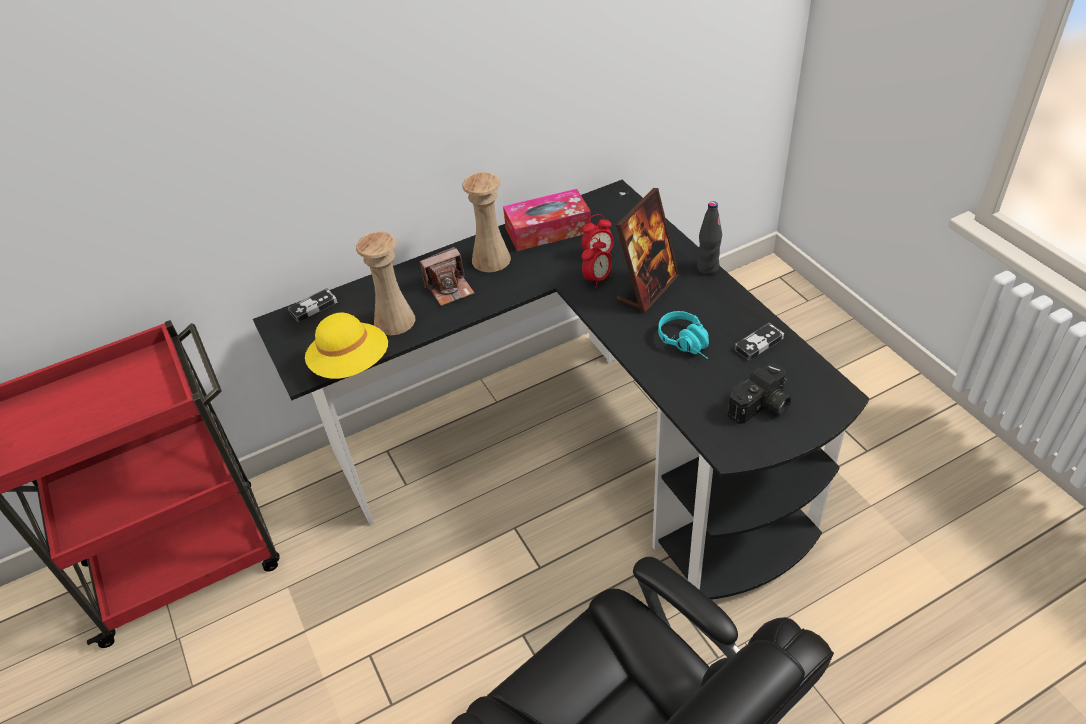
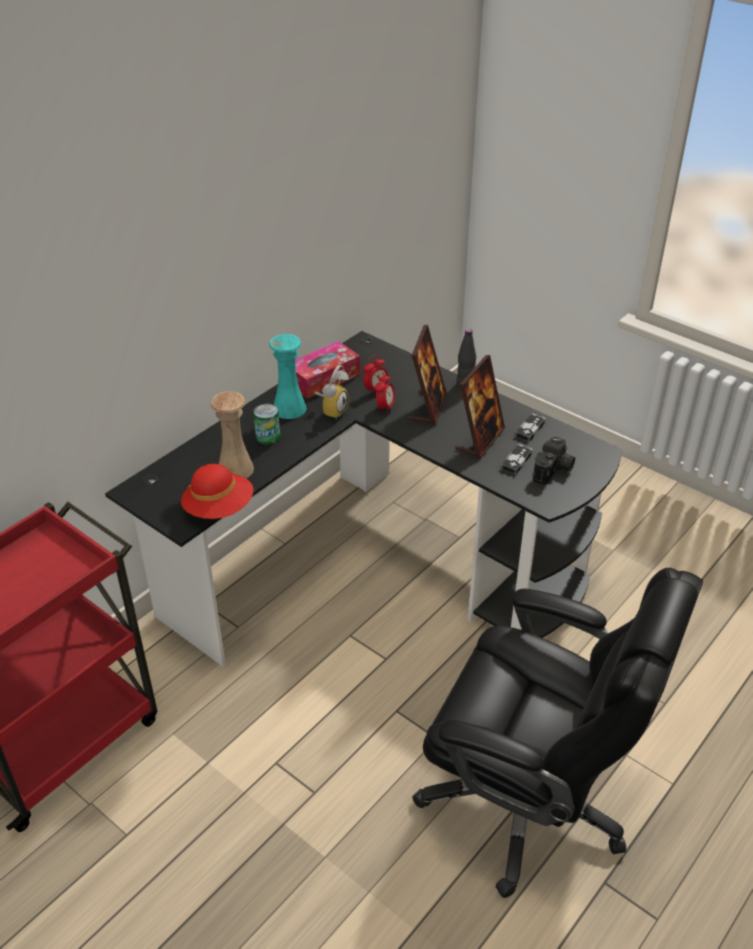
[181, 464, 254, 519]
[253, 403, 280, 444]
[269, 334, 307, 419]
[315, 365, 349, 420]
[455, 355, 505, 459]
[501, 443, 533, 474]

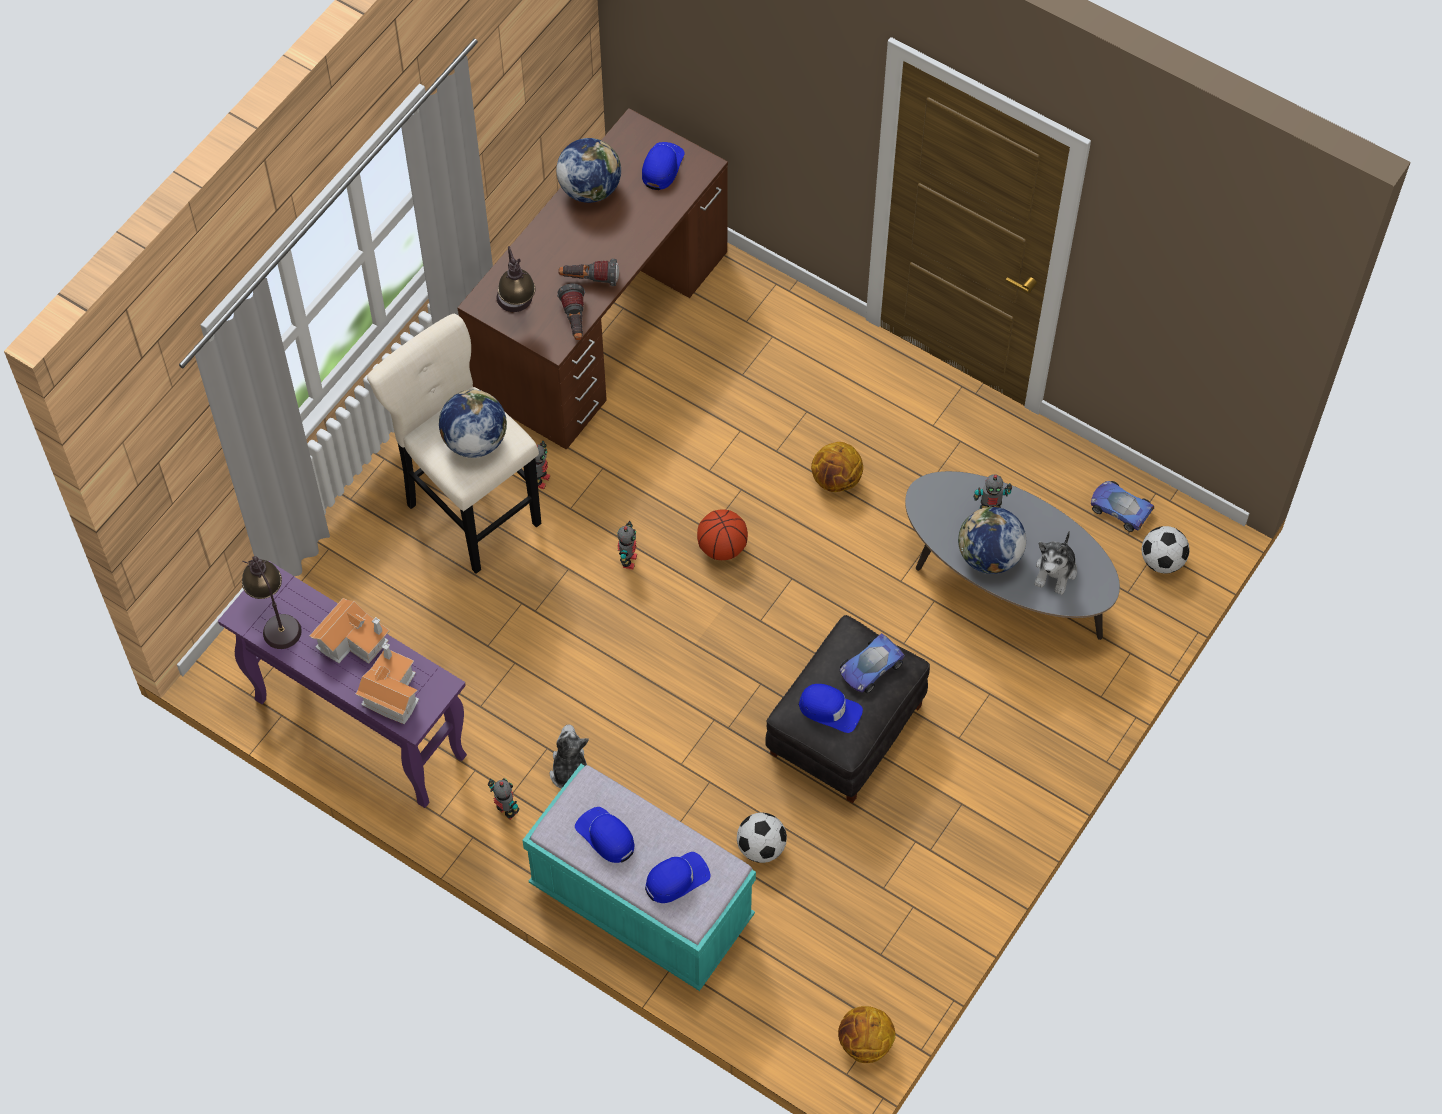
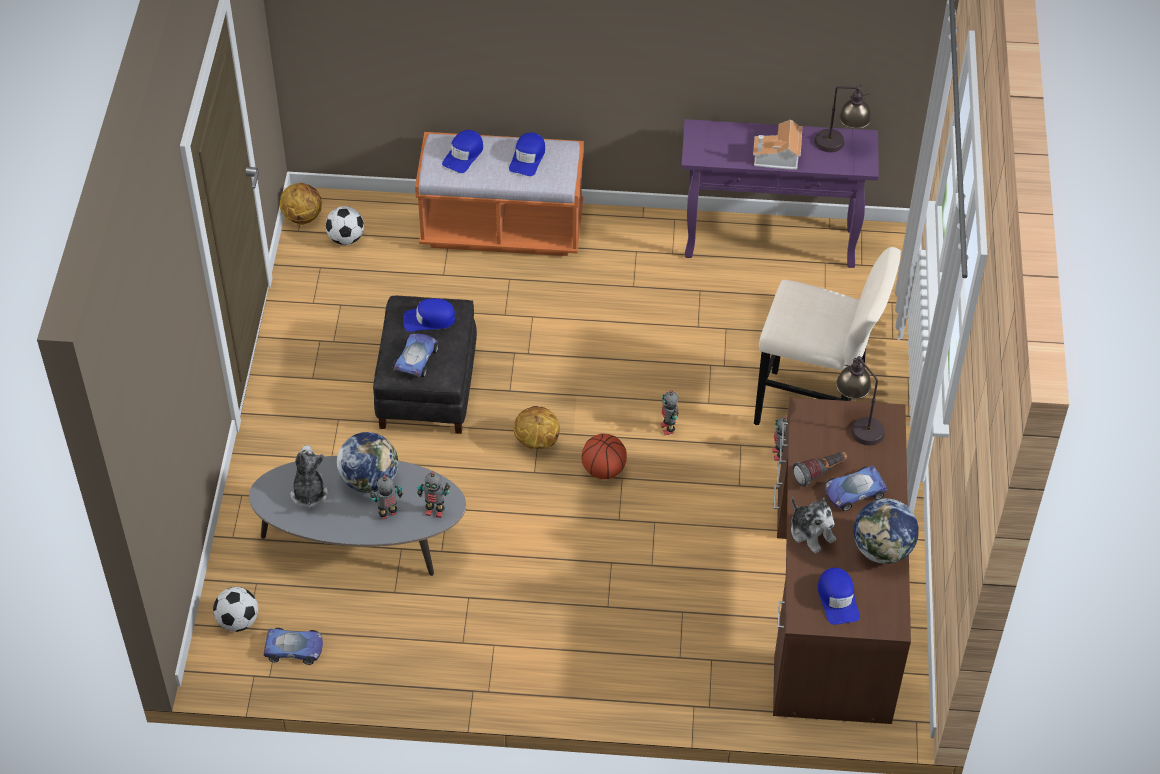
[325, 206, 364, 245]
[415, 132, 584, 256]
[417, 471, 450, 518]
[509, 132, 545, 176]
[514, 406, 560, 449]
[791, 497, 836, 553]
[825, 466, 888, 511]
[356, 643, 419, 724] (first image)
[439, 390, 507, 458] (first image)
[557, 283, 585, 340] (first image)

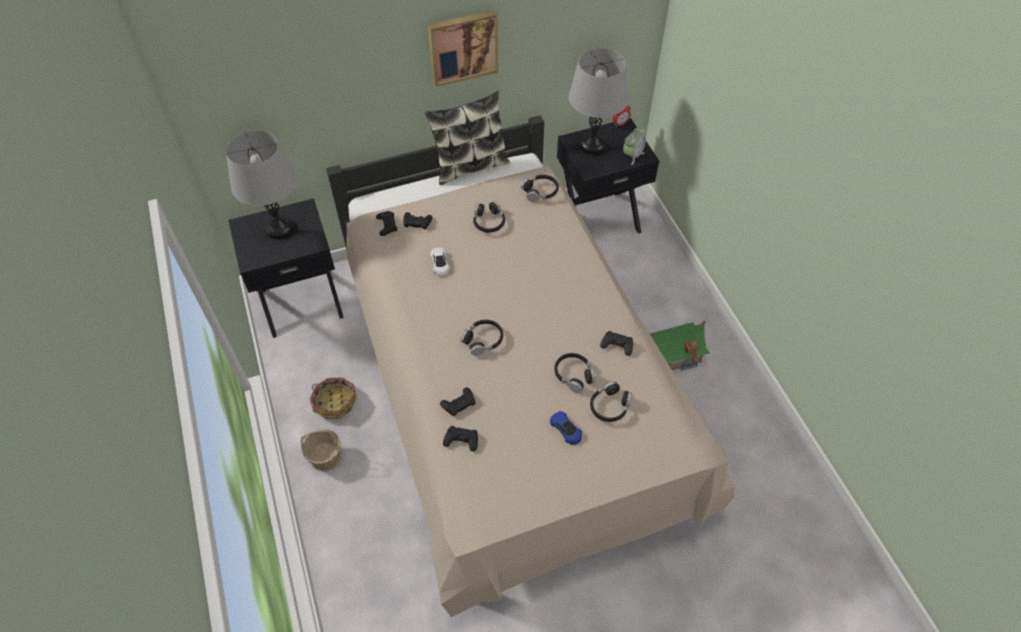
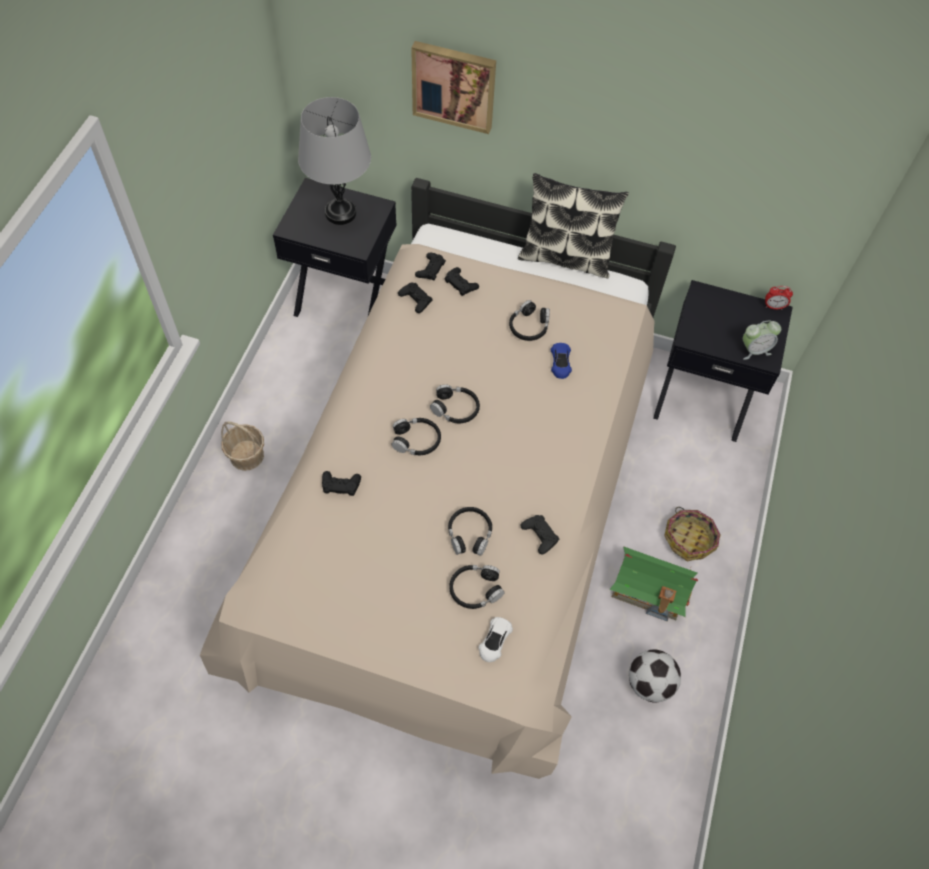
[398, 283, 433, 313]
[411, 41, 496, 134]
[430, 384, 480, 423]
[478, 617, 513, 662]
[551, 343, 572, 379]
[629, 650, 681, 703]
[664, 507, 720, 561]
[569, 48, 628, 155] (first image)

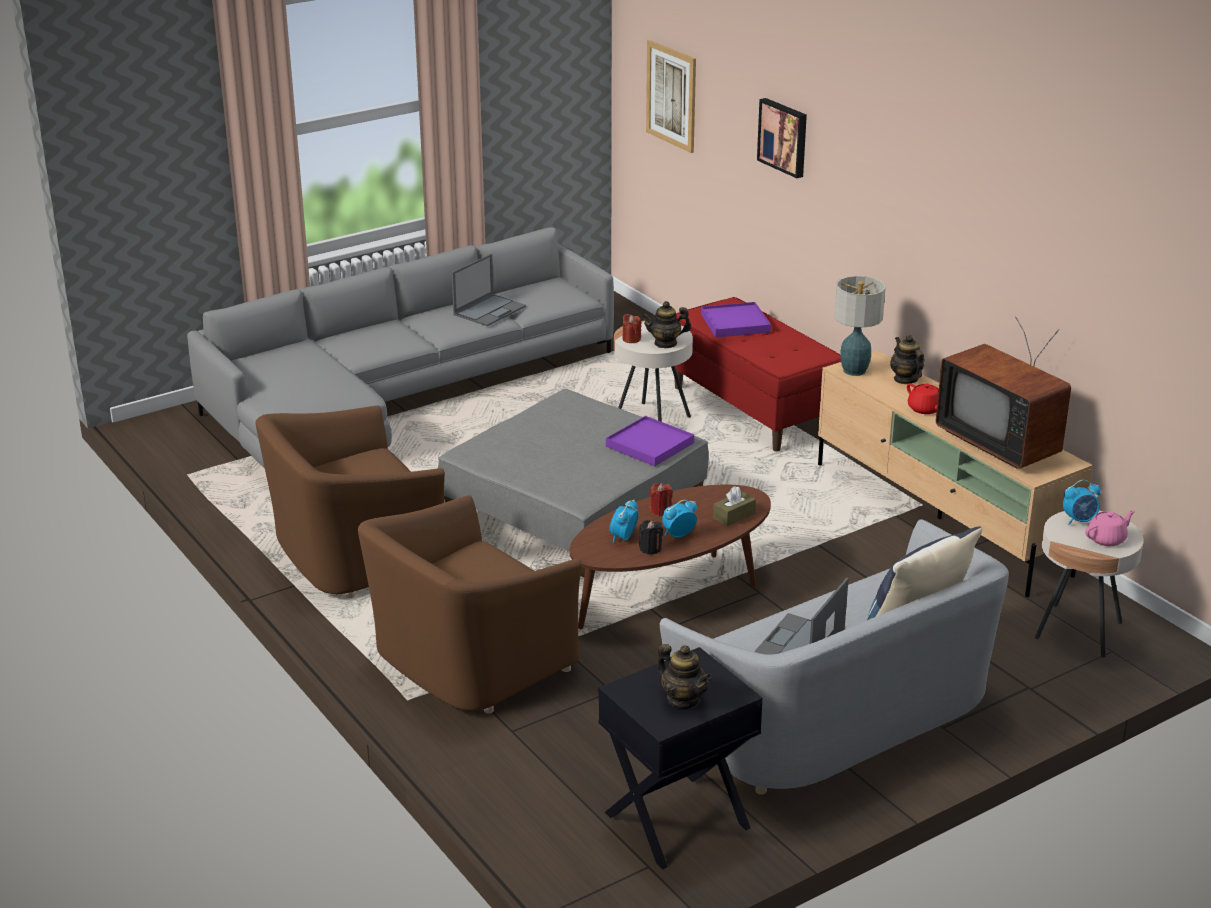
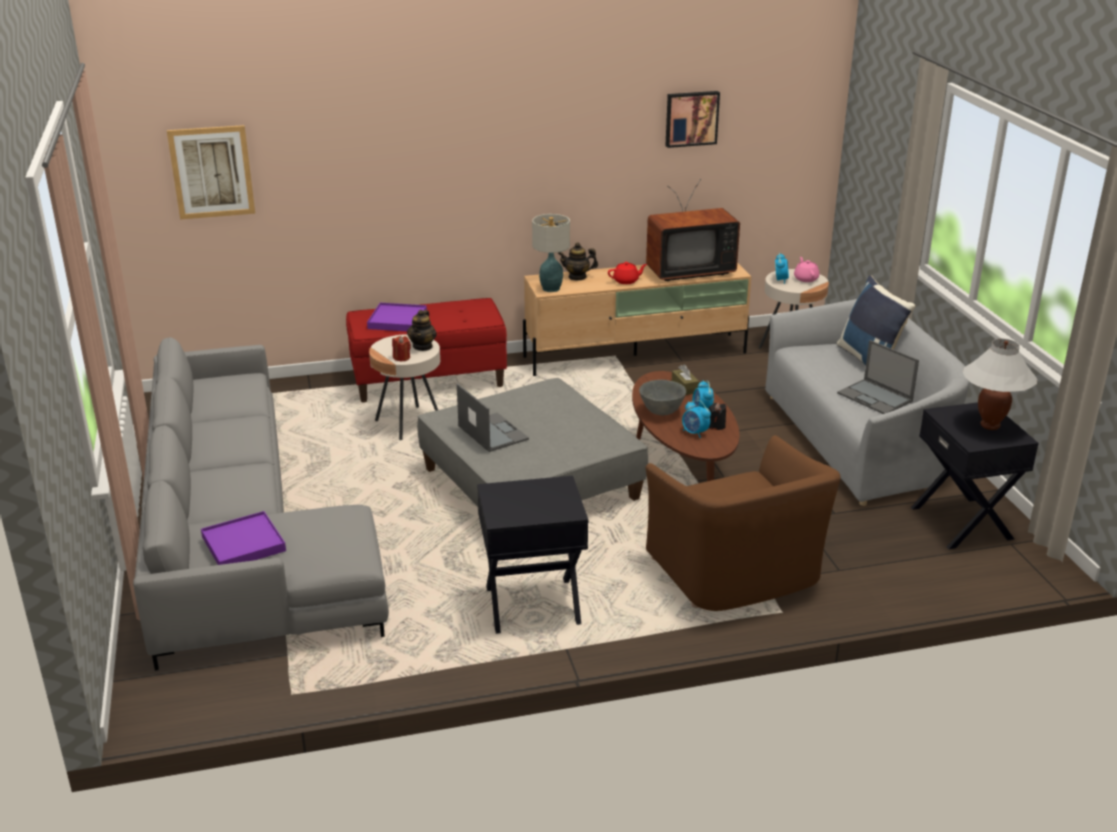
[201, 511, 286, 565]
[457, 384, 529, 452]
[477, 476, 588, 634]
[639, 380, 686, 415]
[665, 91, 720, 148]
[963, 339, 1037, 430]

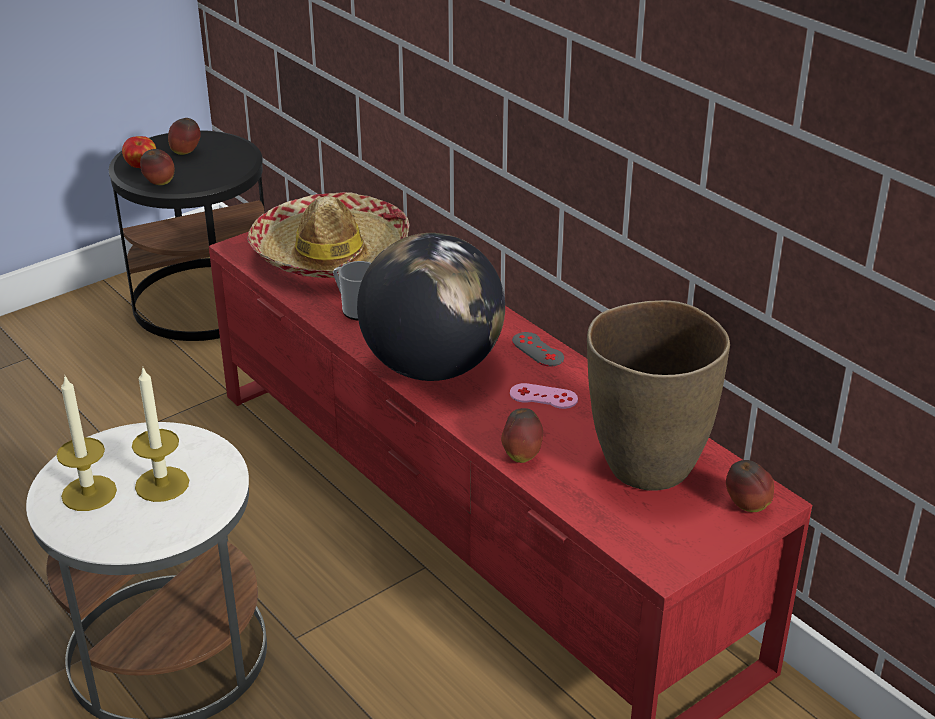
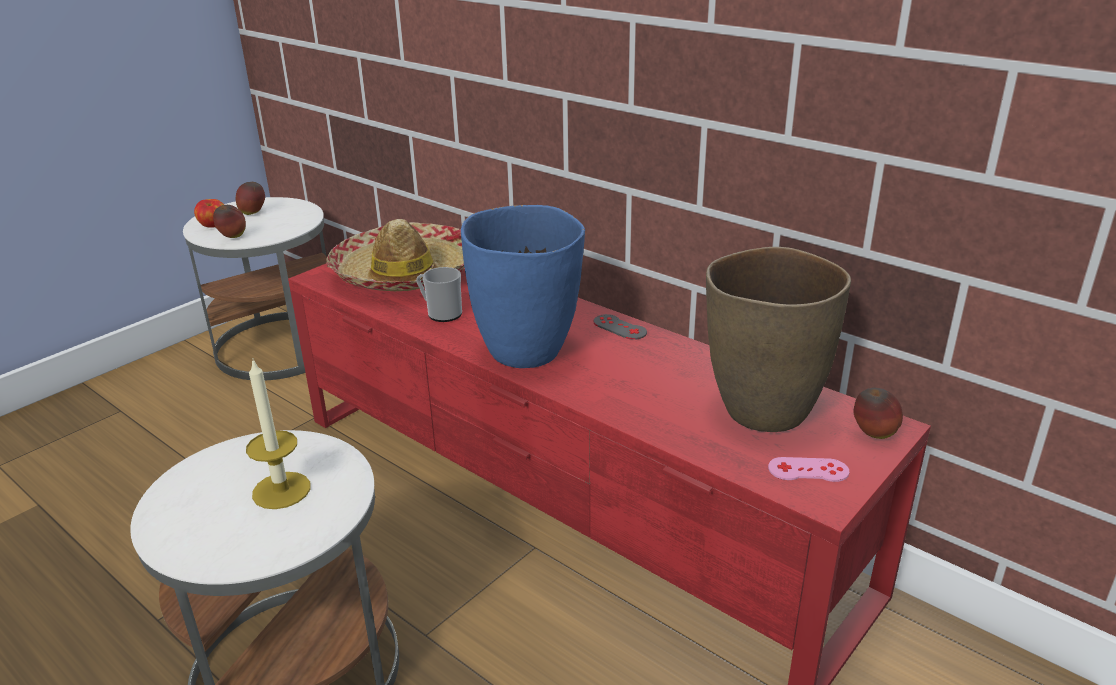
[183, 197, 327, 380]
[461, 205, 585, 368]
[768, 457, 850, 482]
[57, 374, 117, 511] (first image)
[501, 408, 543, 463] (first image)

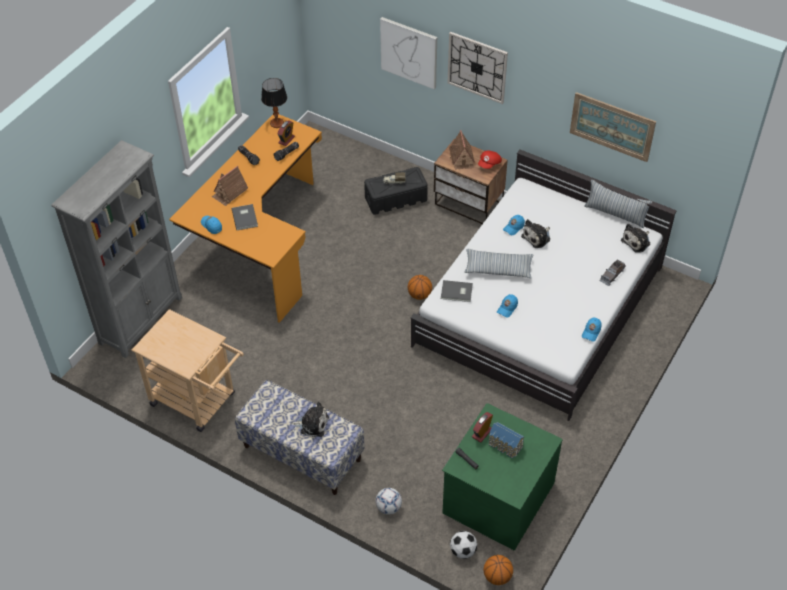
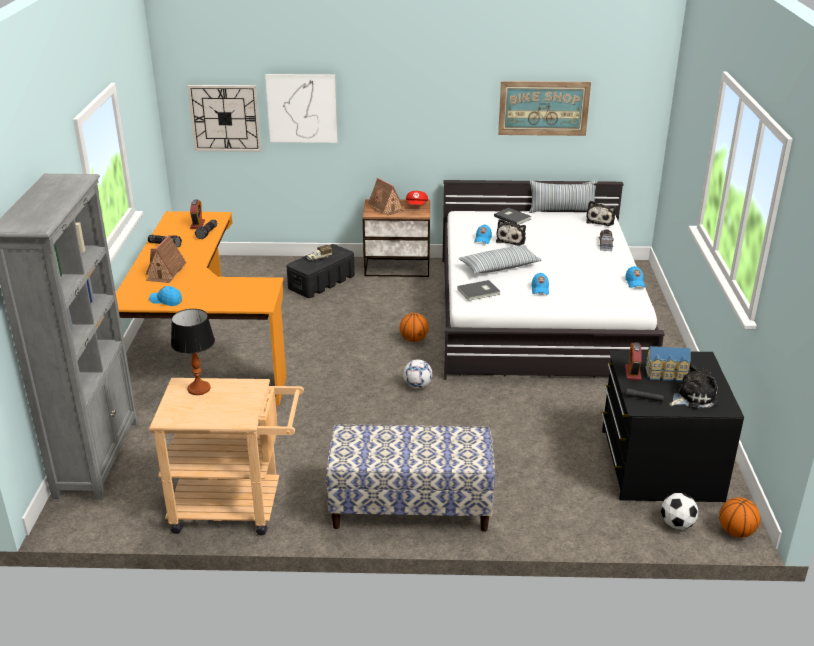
[171, 309, 215, 395]
[187, 85, 261, 152]
[403, 359, 432, 389]
[494, 208, 532, 225]
[601, 350, 744, 502]
[670, 364, 718, 409]

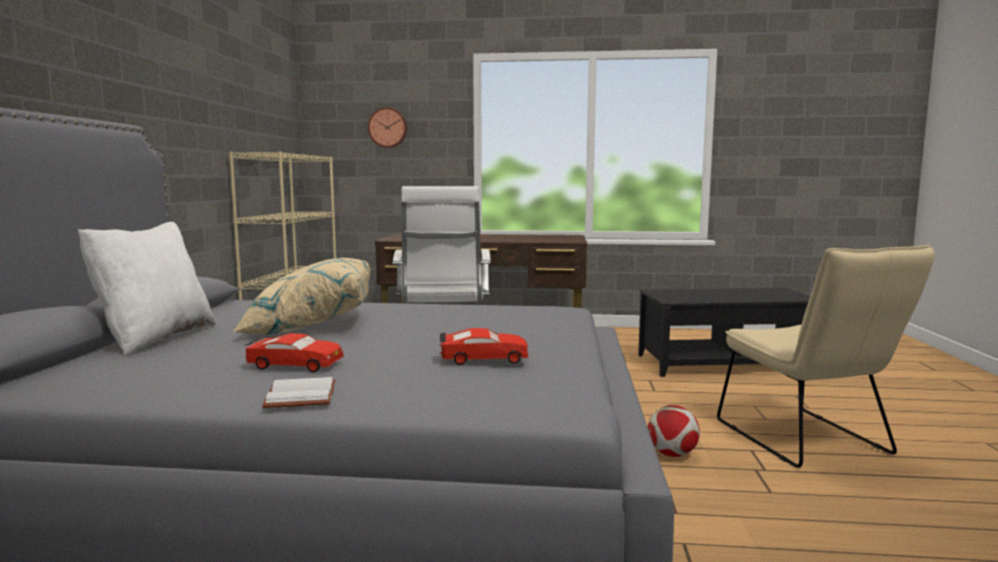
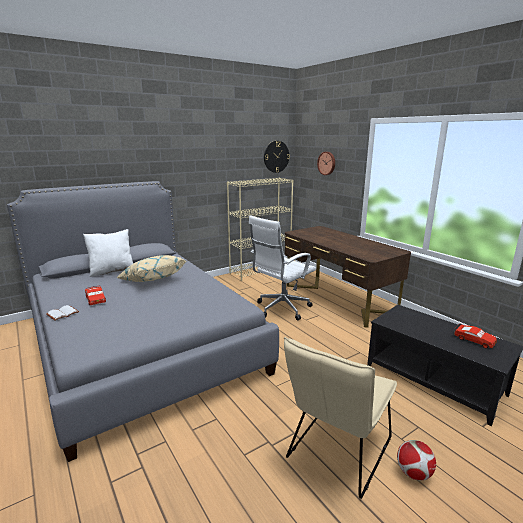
[264, 141, 290, 173]
[397, 440, 436, 481]
[454, 324, 497, 348]

